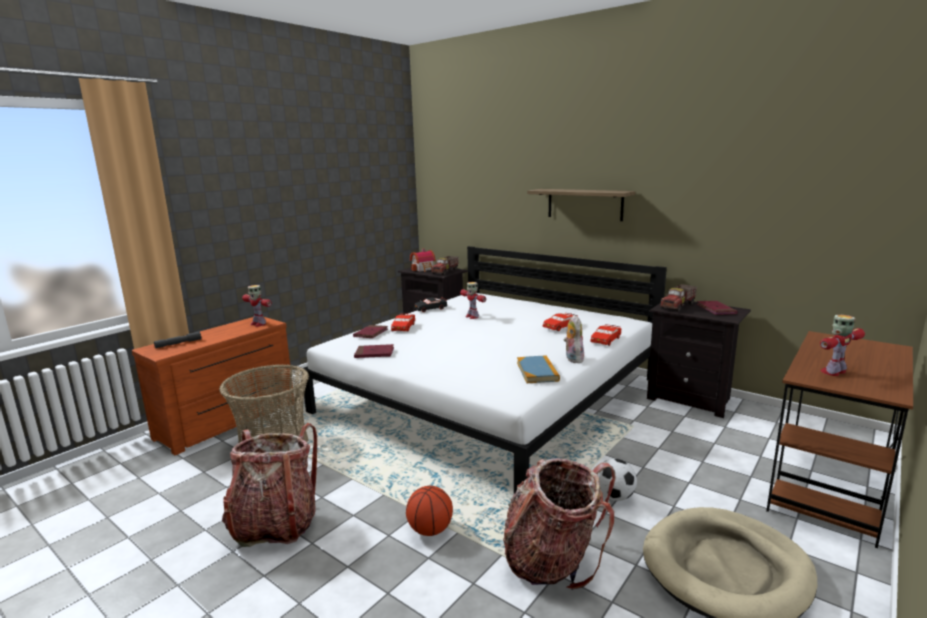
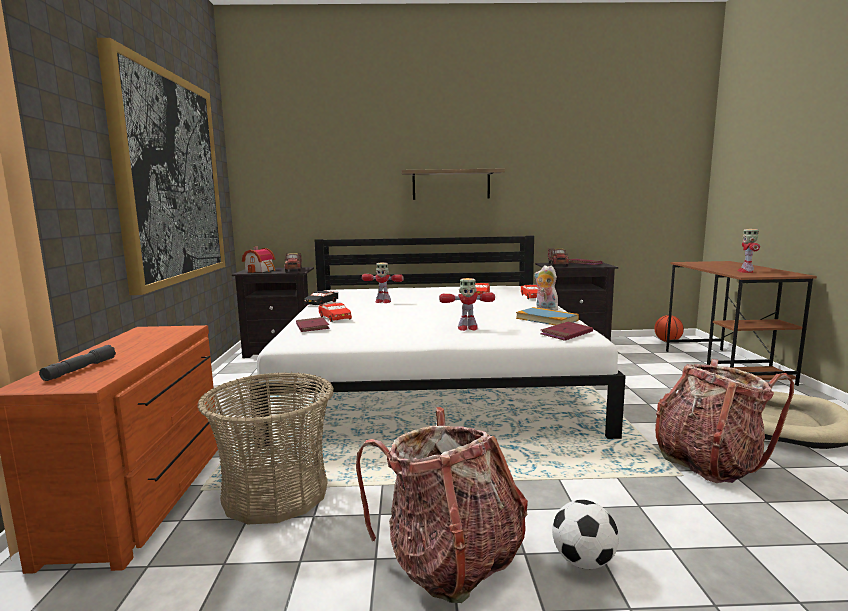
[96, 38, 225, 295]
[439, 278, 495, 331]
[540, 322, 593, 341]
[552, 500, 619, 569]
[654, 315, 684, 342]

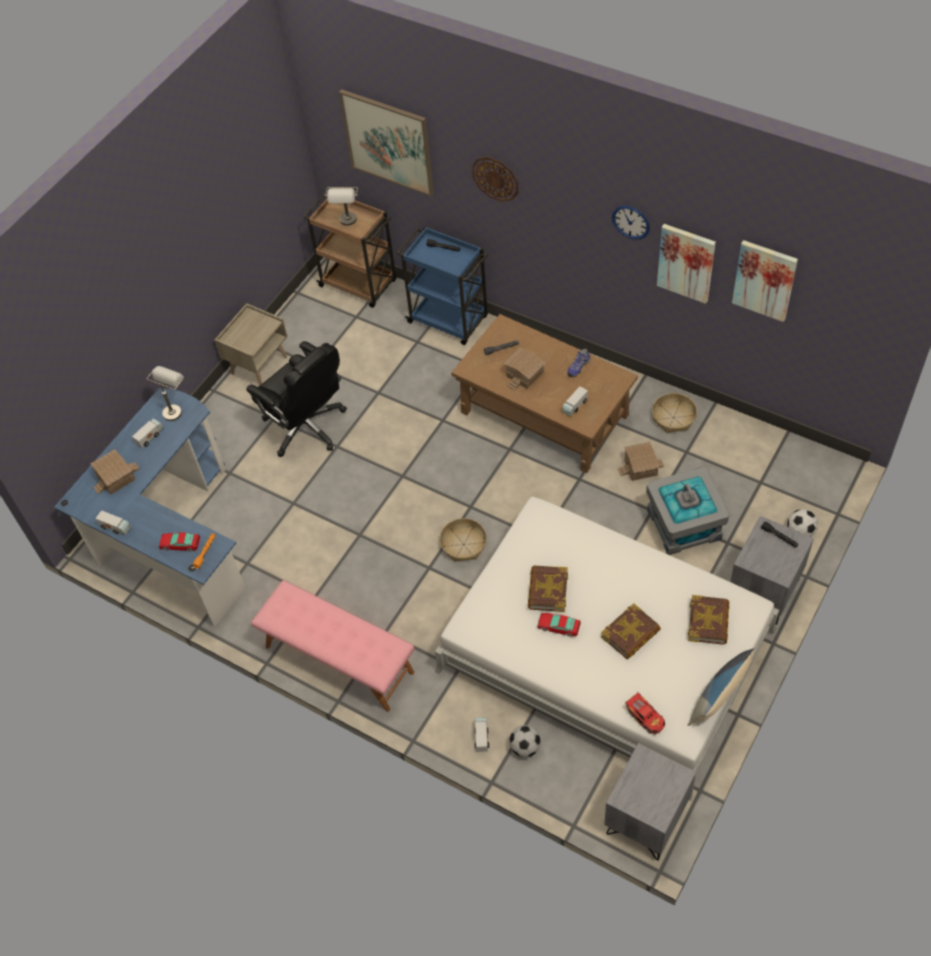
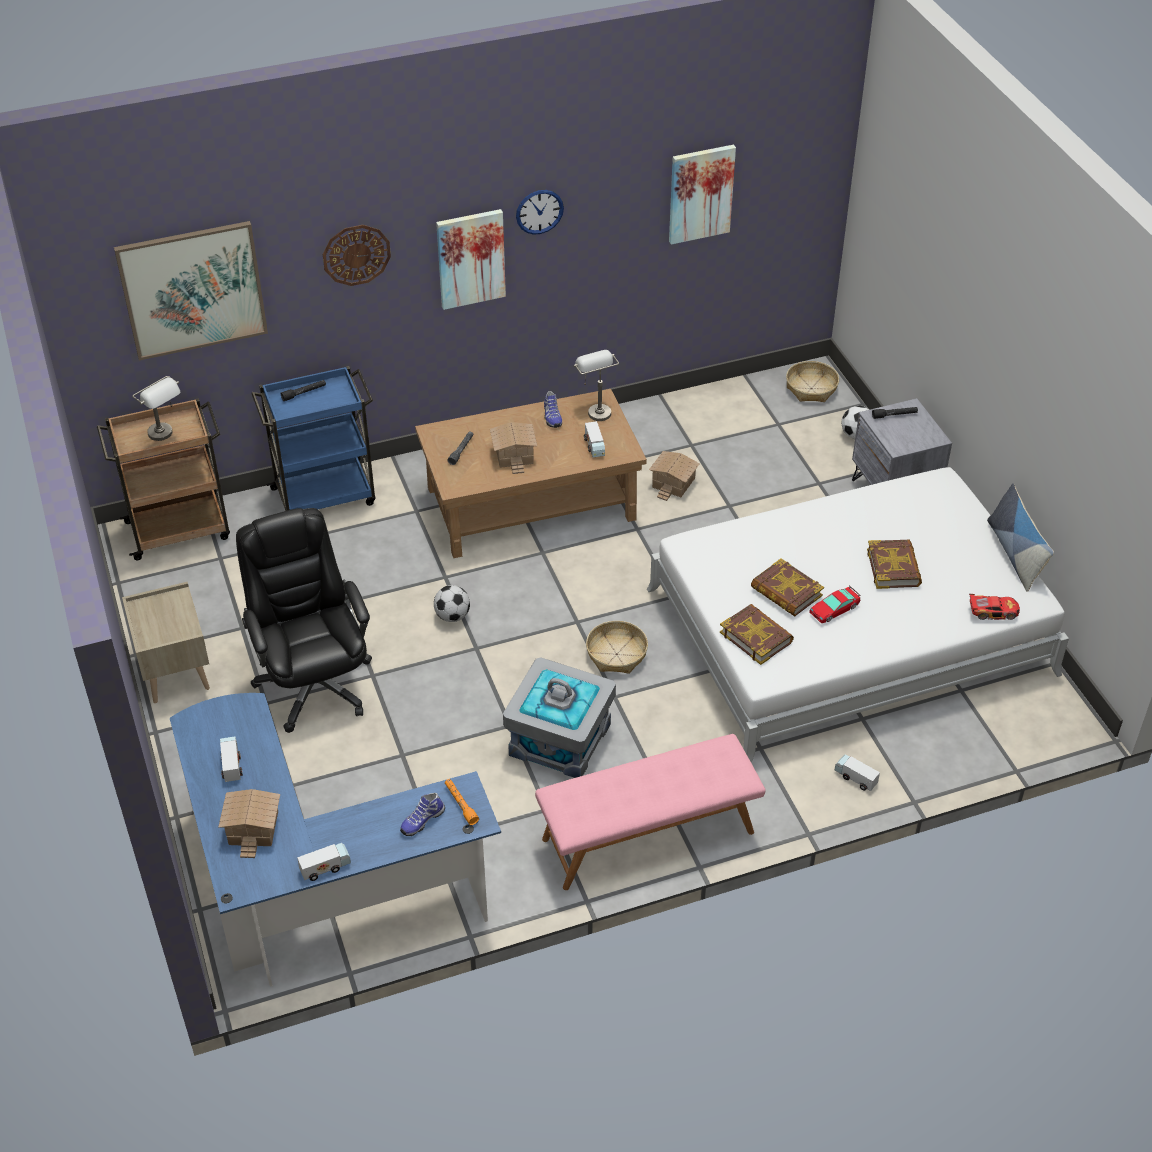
[236, 508, 372, 733]
[400, 793, 445, 836]
[434, 585, 470, 622]
[436, 209, 506, 310]
[503, 657, 616, 778]
[574, 350, 619, 421]
[720, 604, 794, 665]
[786, 361, 839, 402]
[604, 743, 696, 861] (first image)

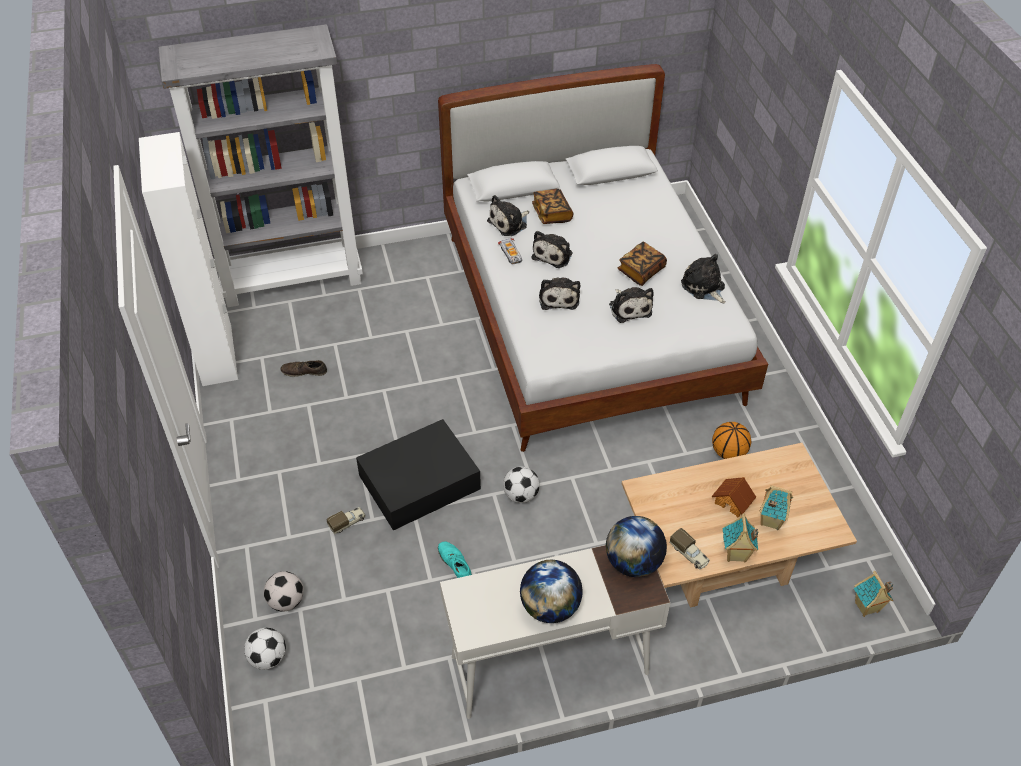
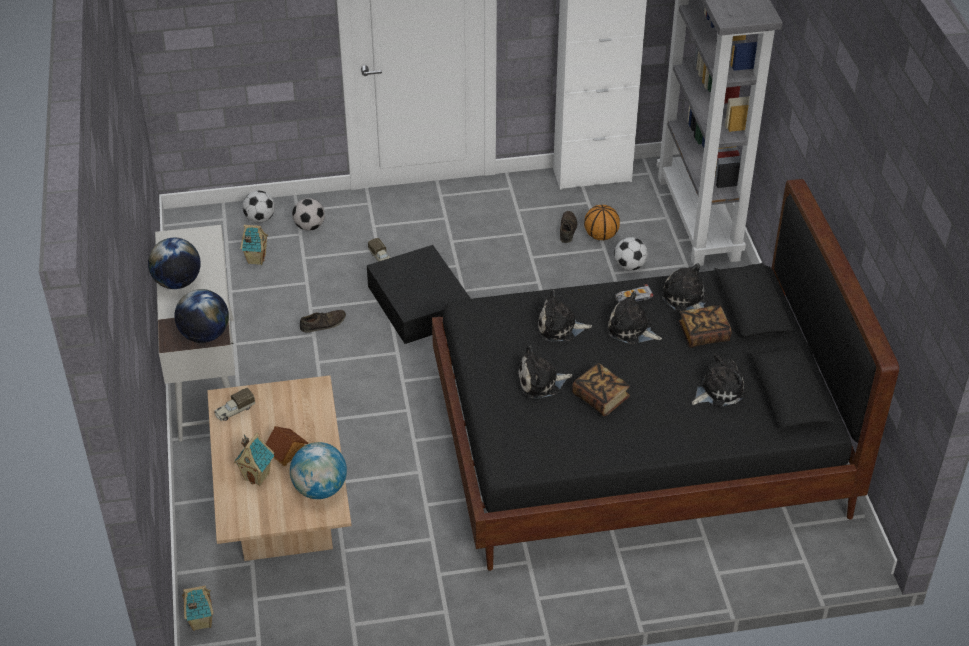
[240, 225, 268, 265]
[290, 442, 347, 499]
[300, 310, 346, 333]
[432, 179, 899, 571]
[584, 205, 620, 240]
[614, 237, 648, 271]
[692, 353, 746, 407]

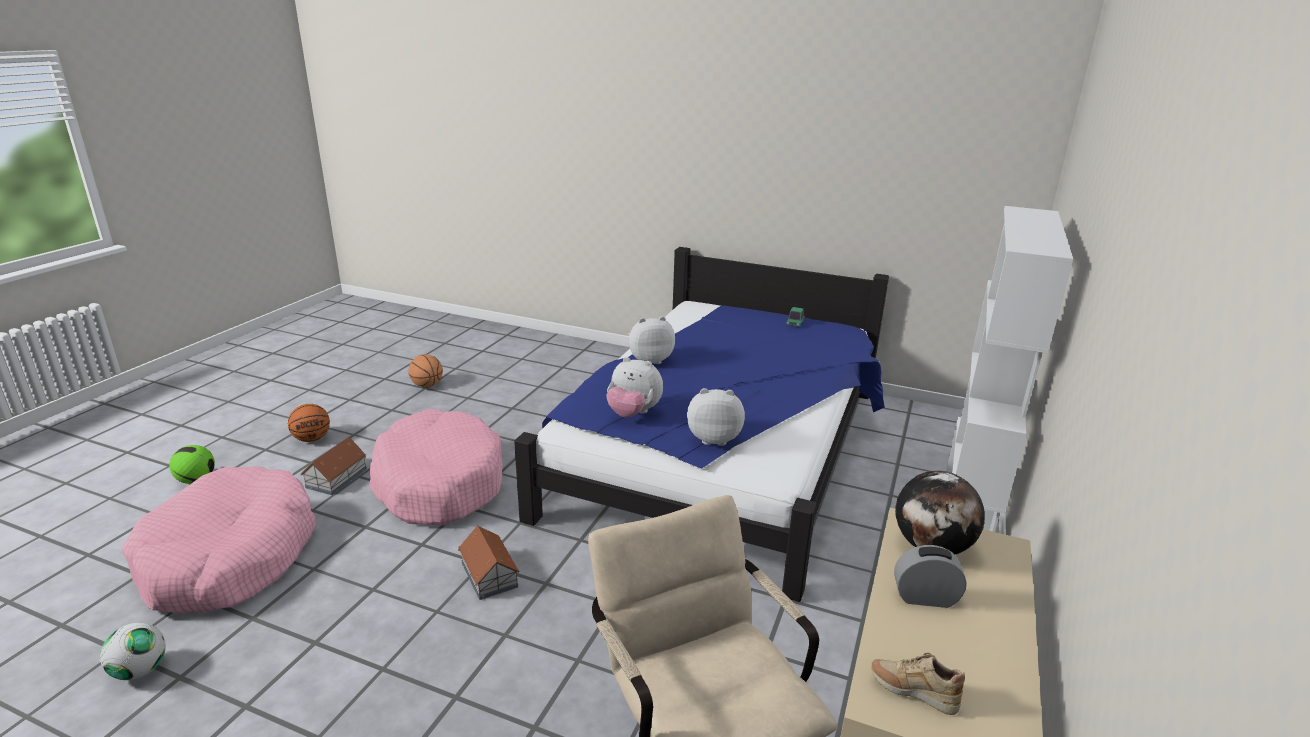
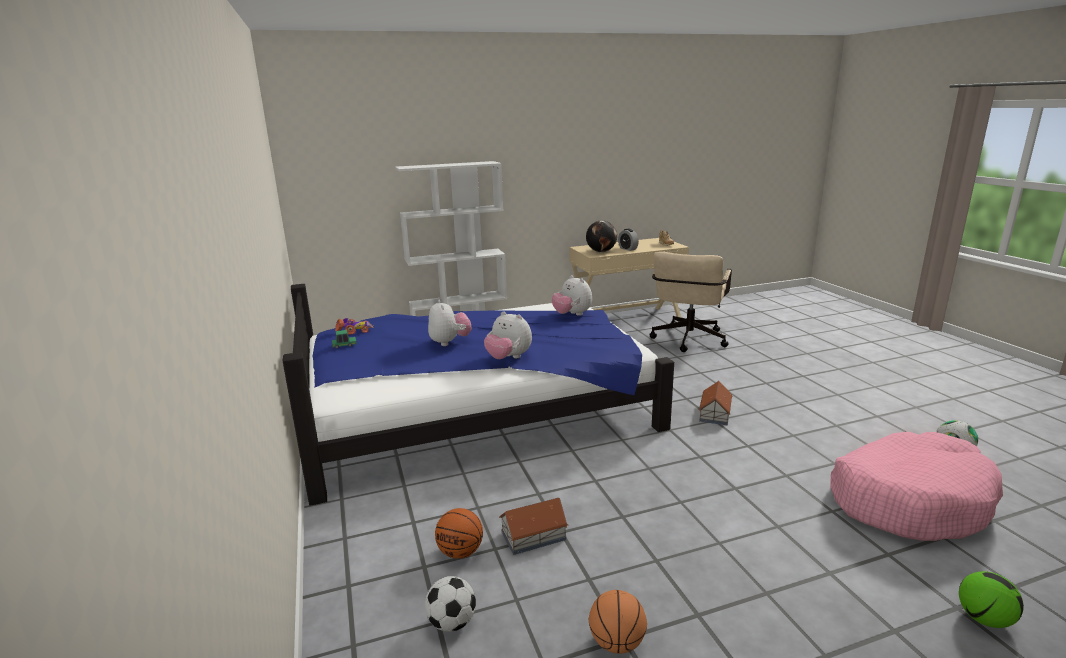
[335, 318, 374, 335]
[425, 576, 476, 632]
[428, 300, 472, 346]
[435, 508, 483, 559]
[499, 498, 568, 555]
[369, 409, 503, 525] (first image)

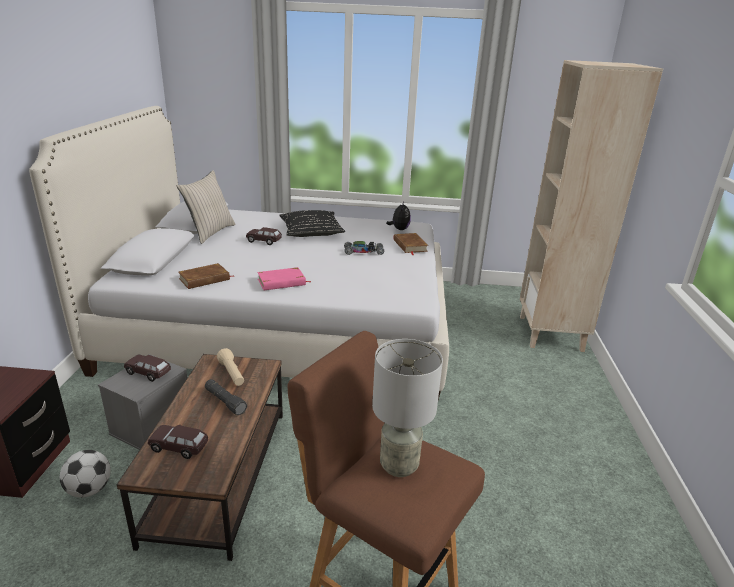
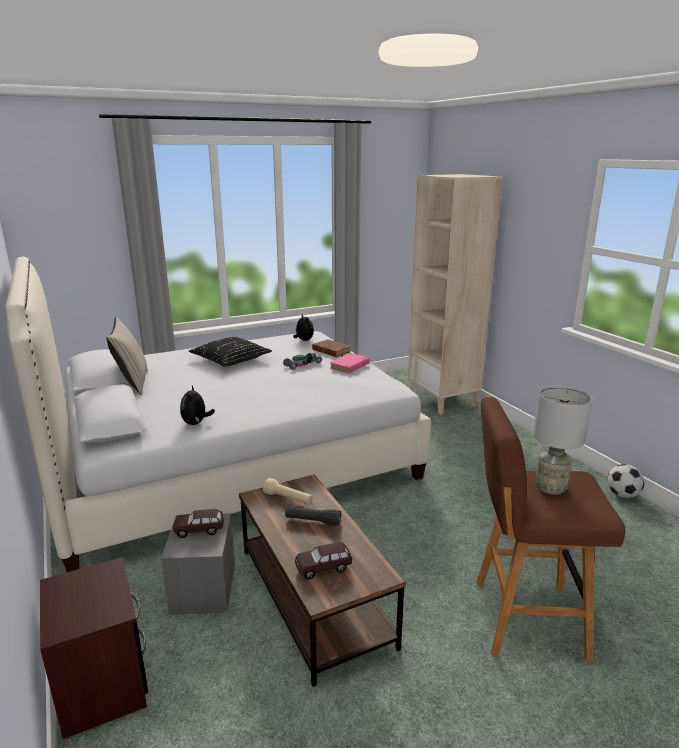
[180, 385, 215, 425]
[329, 353, 370, 374]
[607, 464, 644, 498]
[246, 227, 282, 245] (first image)

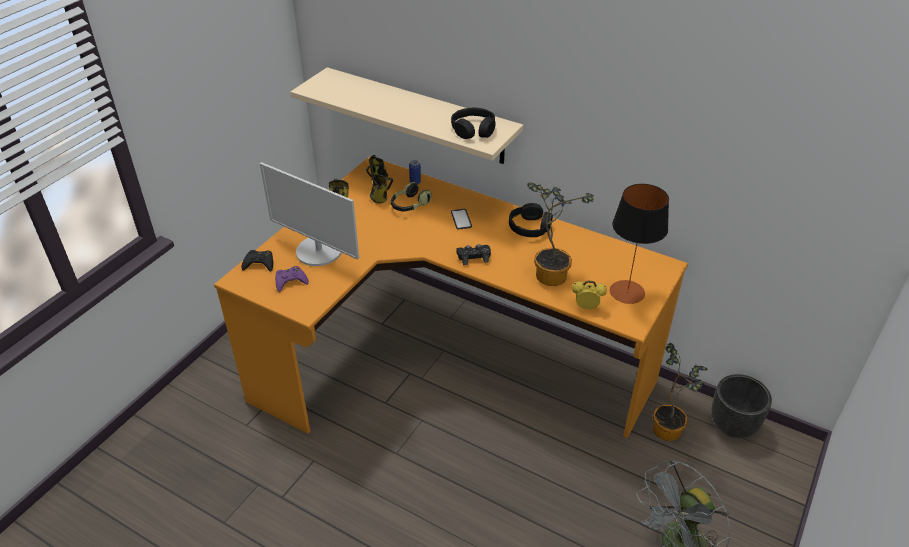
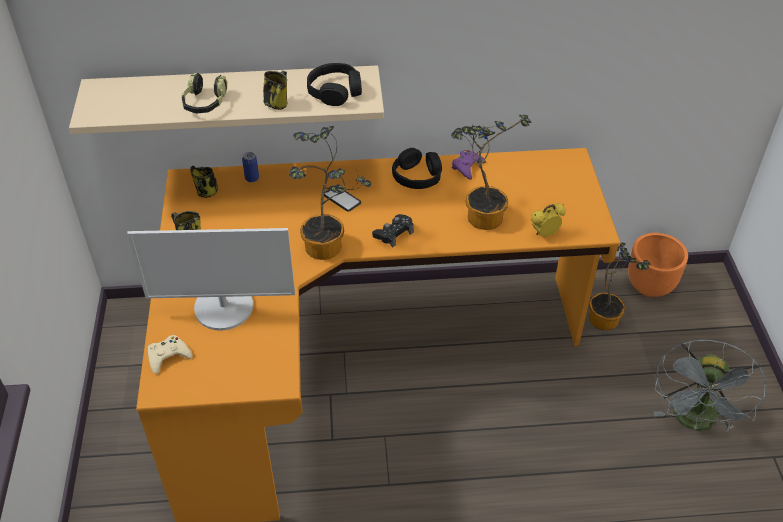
[148, 335, 192, 374]
[182, 73, 227, 113]
[263, 71, 287, 110]
[289, 126, 371, 260]
[452, 150, 486, 180]
[628, 233, 688, 297]
[610, 184, 669, 304] (first image)

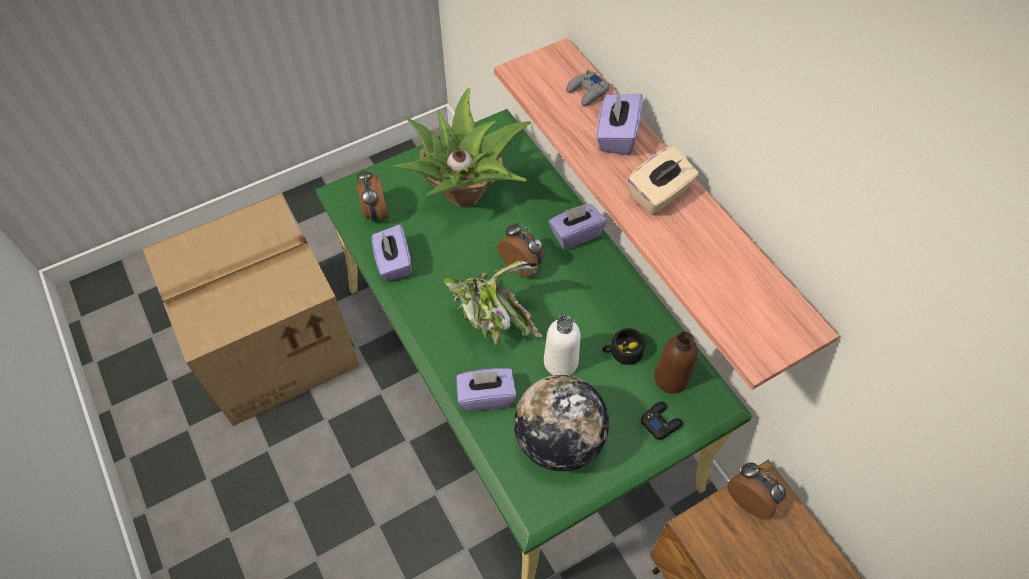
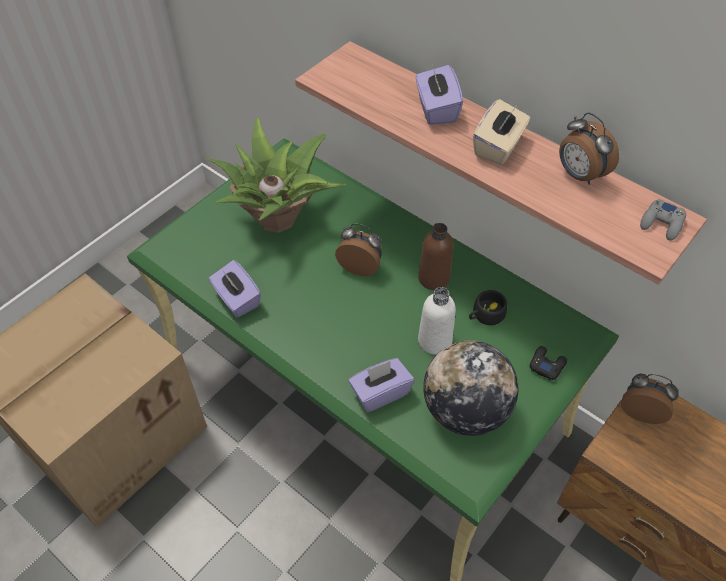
[418, 223, 453, 290]
[559, 113, 619, 185]
[640, 199, 686, 241]
[443, 260, 542, 345] (first image)
[549, 204, 607, 250] (first image)

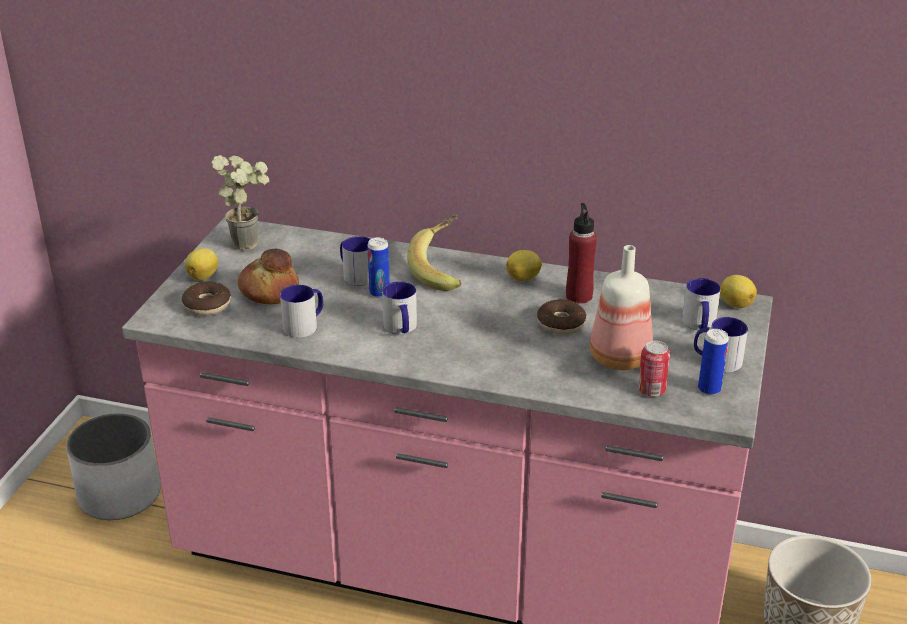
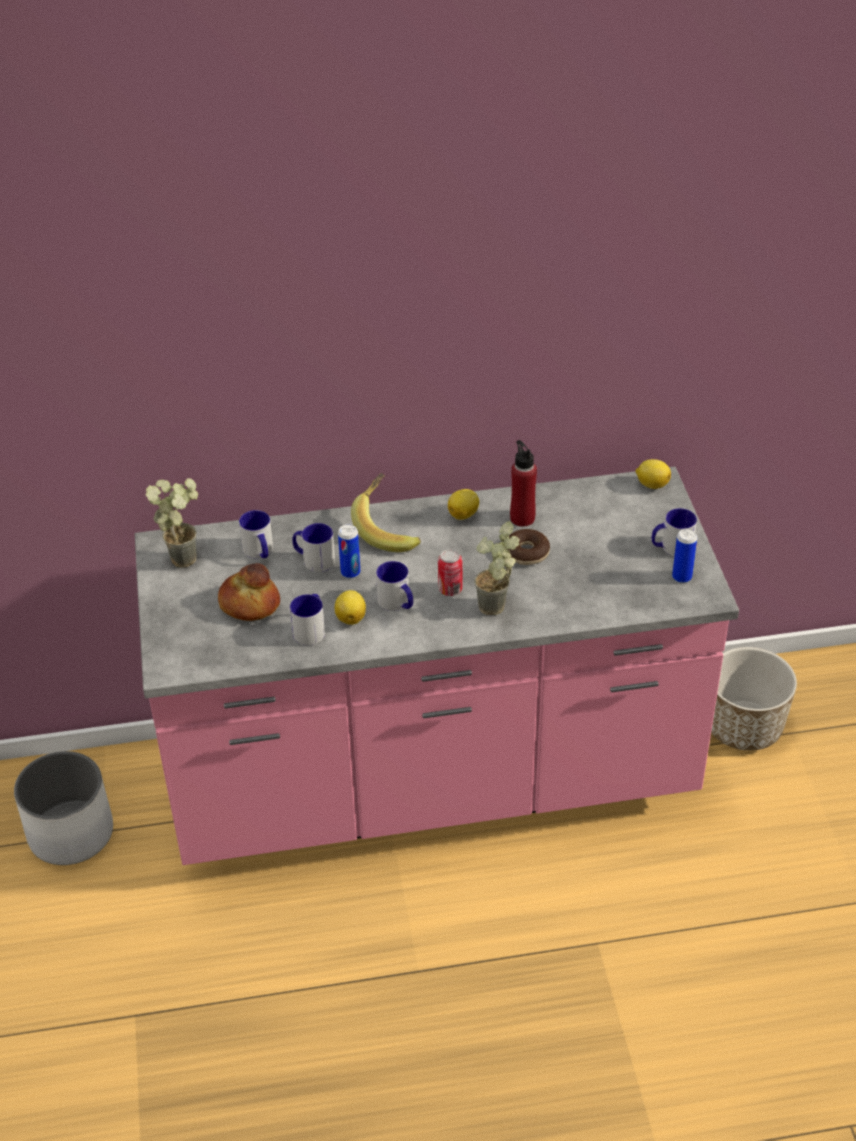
[239, 510, 273, 559]
[335, 590, 366, 625]
[438, 549, 462, 596]
[474, 521, 520, 615]
[181, 281, 231, 315] (first image)
[590, 245, 653, 370] (first image)

